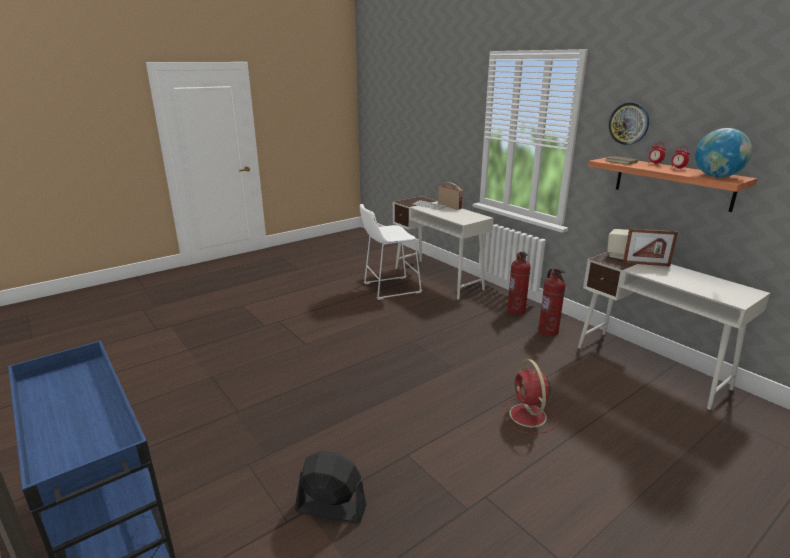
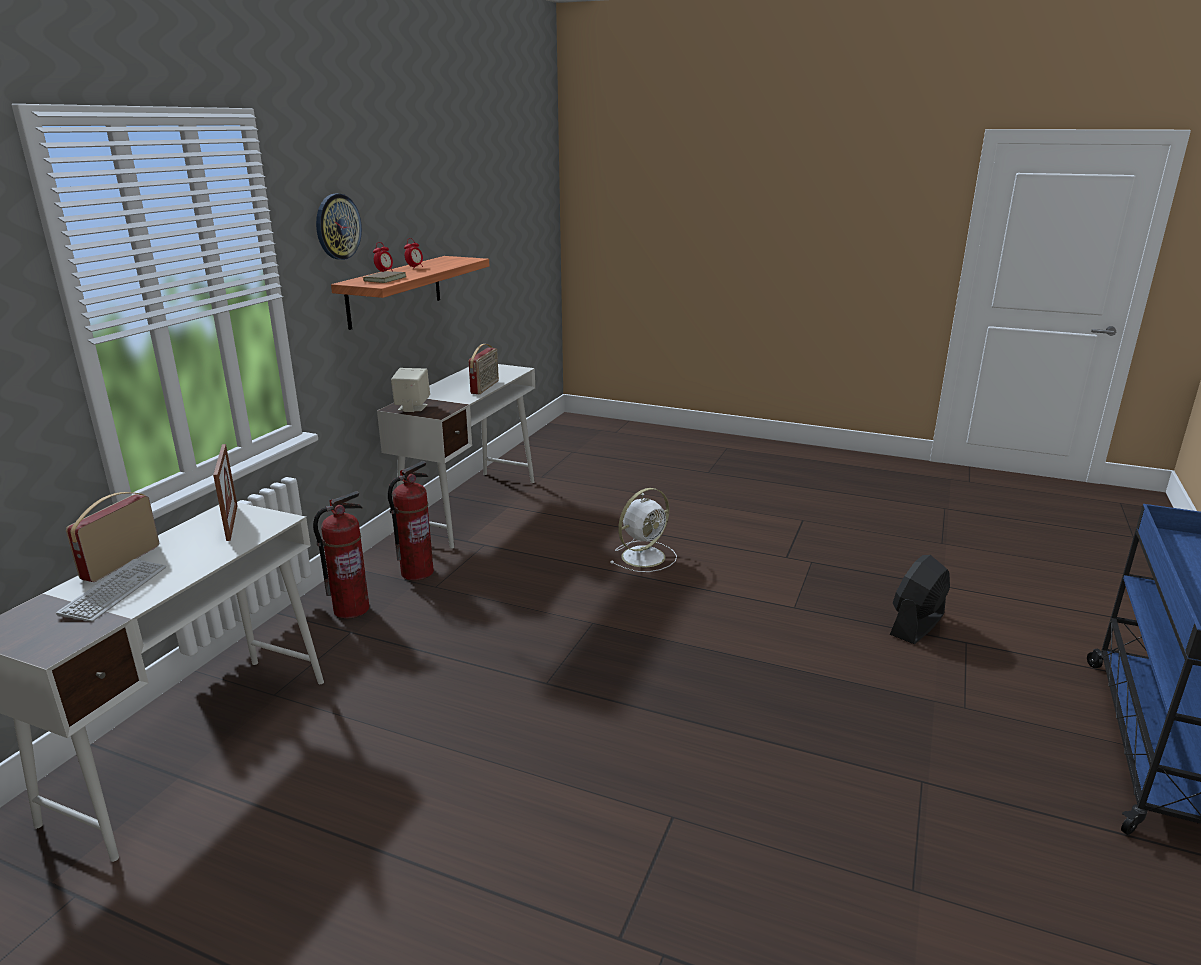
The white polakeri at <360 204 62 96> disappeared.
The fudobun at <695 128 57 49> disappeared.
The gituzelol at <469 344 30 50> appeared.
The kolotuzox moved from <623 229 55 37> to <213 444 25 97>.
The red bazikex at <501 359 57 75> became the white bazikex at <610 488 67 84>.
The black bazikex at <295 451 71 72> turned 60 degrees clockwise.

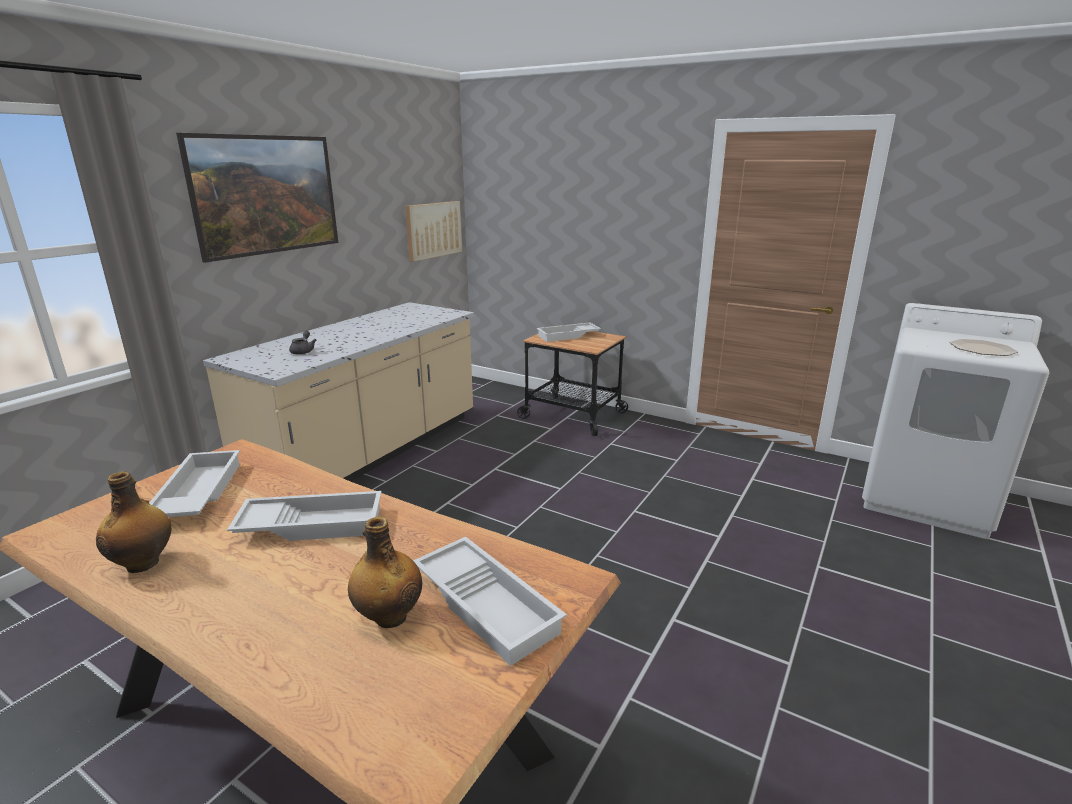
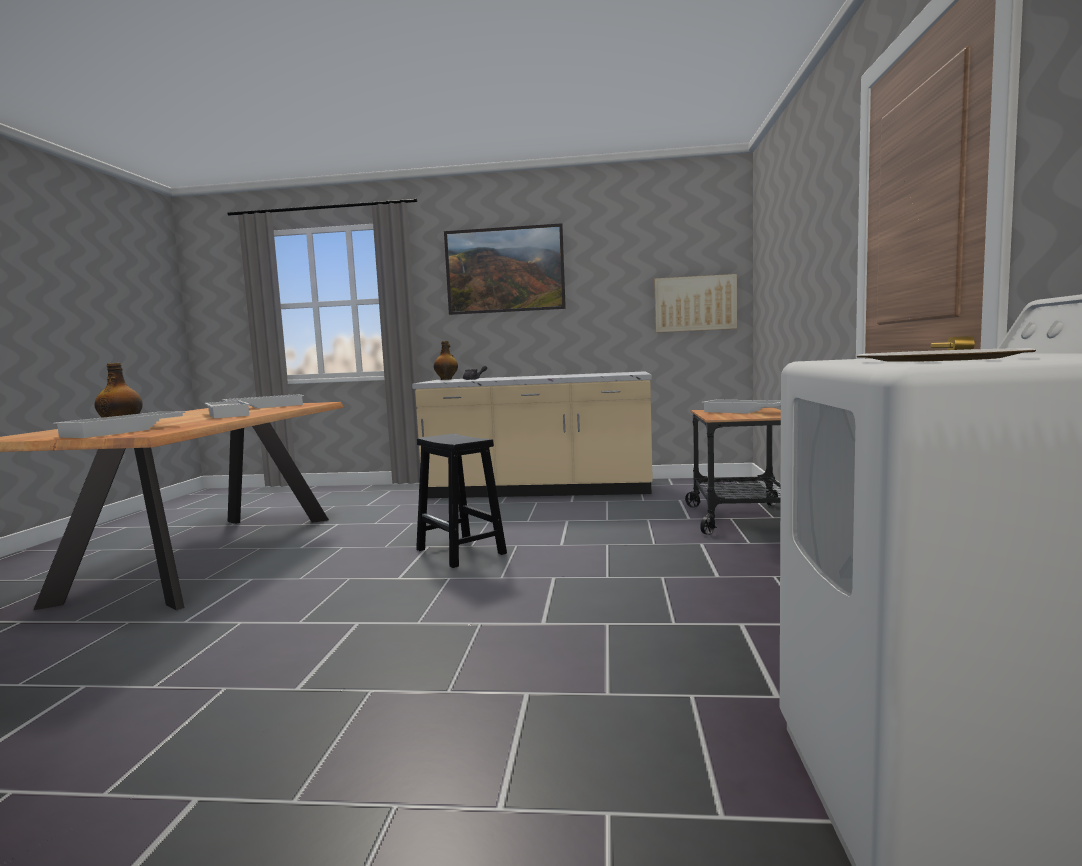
The black polakeri at <416 434 91 134> appeared.
The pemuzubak moved from <96 471 75 102> to <434 341 24 39>.

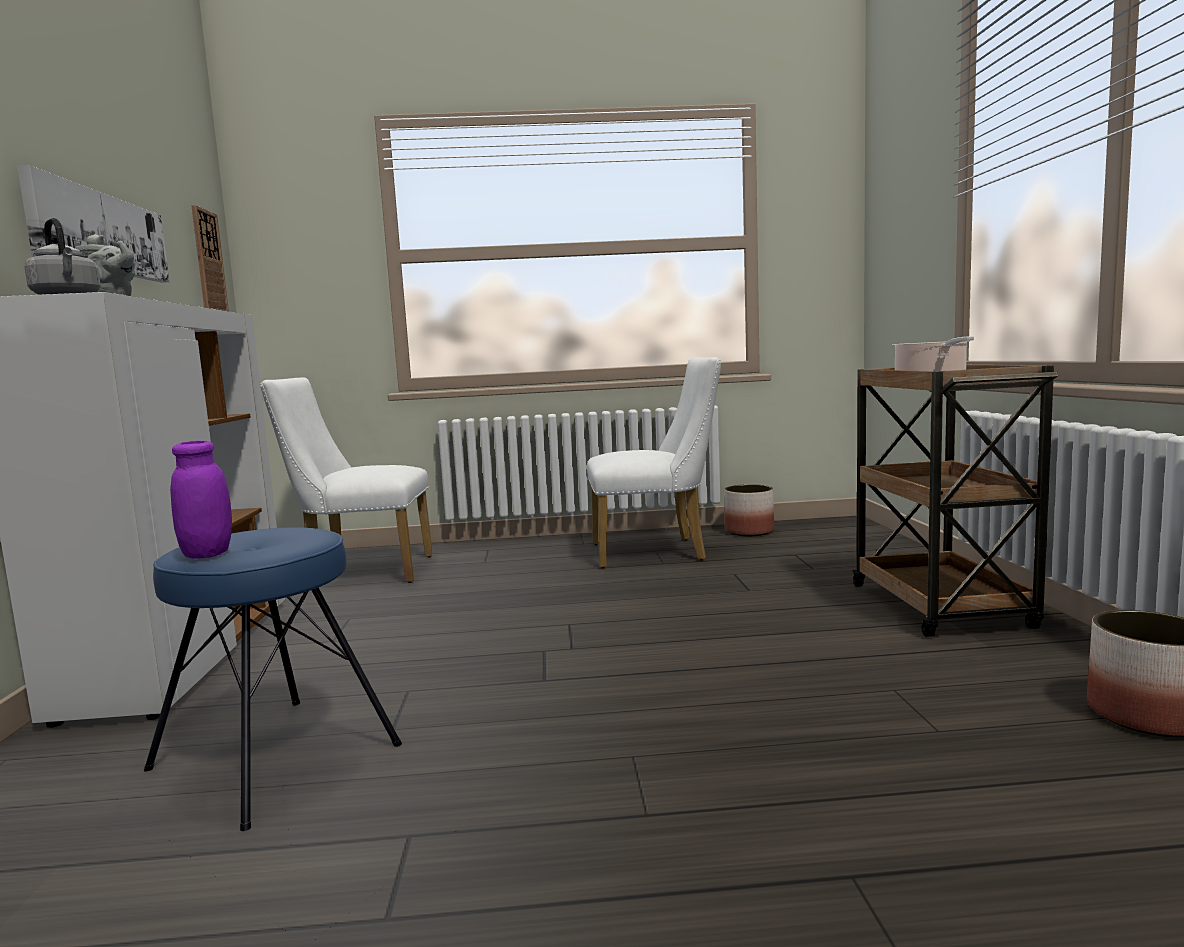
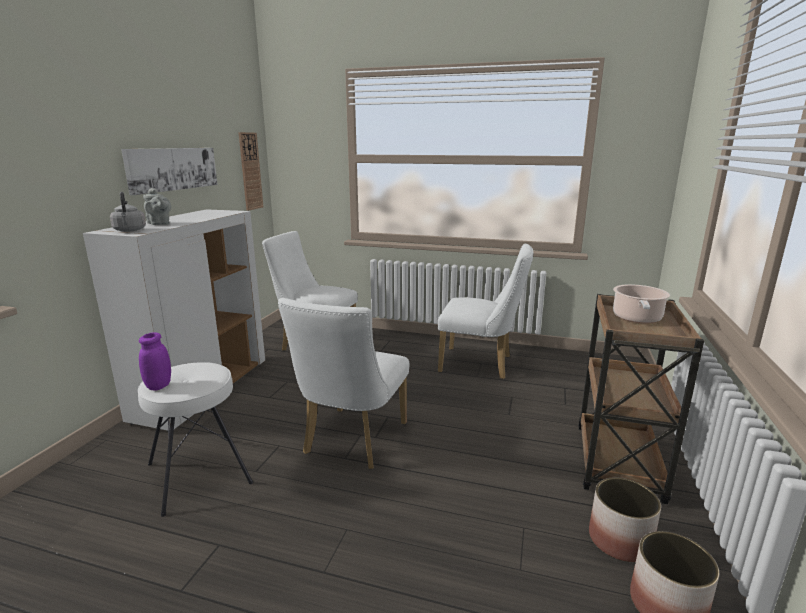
The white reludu at <278 298 131 171> appeared.
The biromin moved from <724 484 50 52> to <589 477 72 85>.
The blue polakeri at <144 527 258 304> became the white polakeri at <138 362 115 155>.

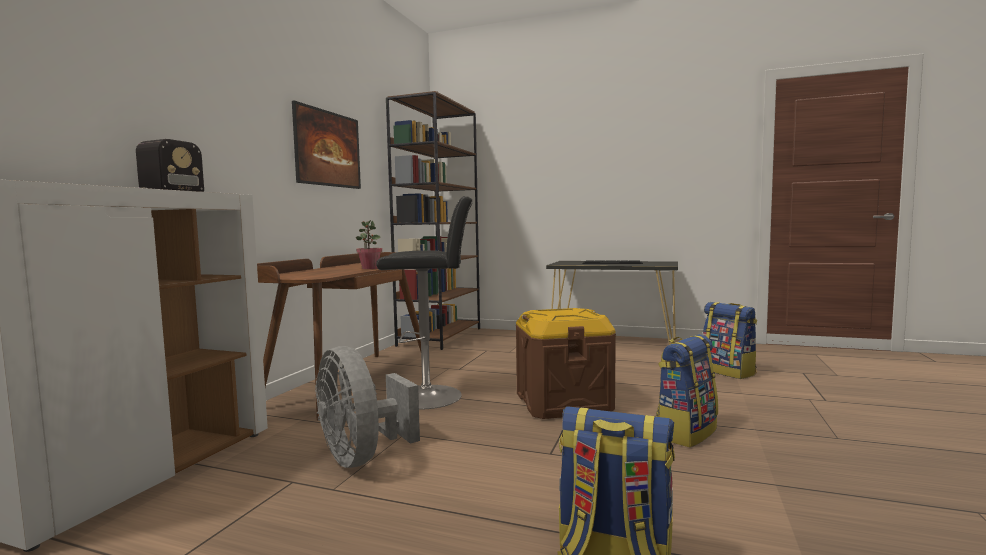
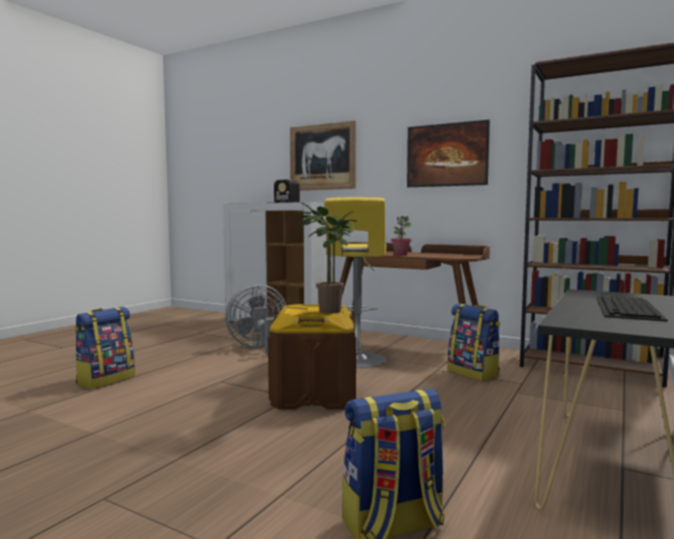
The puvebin at <290 121 66 69> appeared.
The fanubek at <295 202 62 112> appeared.
The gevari moved from <656 334 62 113> to <448 303 52 79>.
The black polakeri at <376 196 96 214> became the yellow polakeri at <325 197 62 171>.

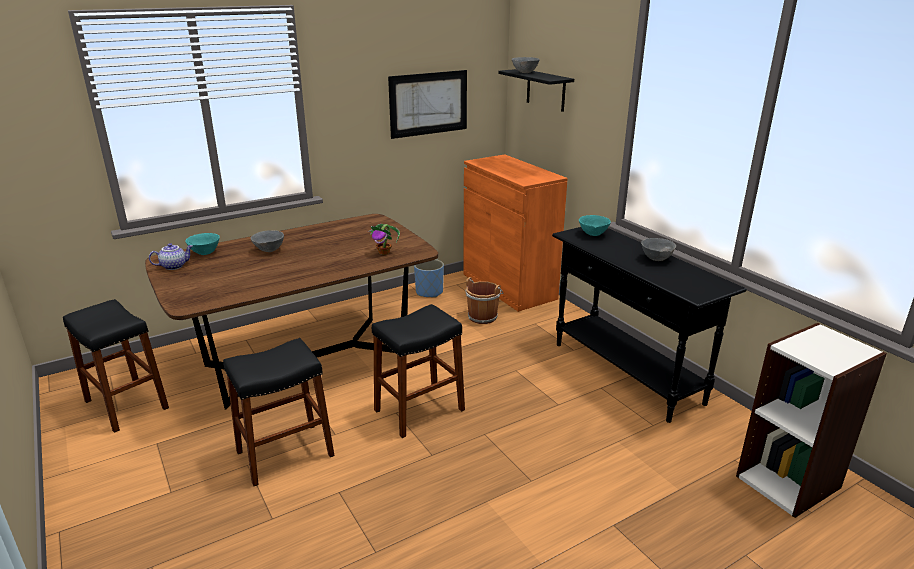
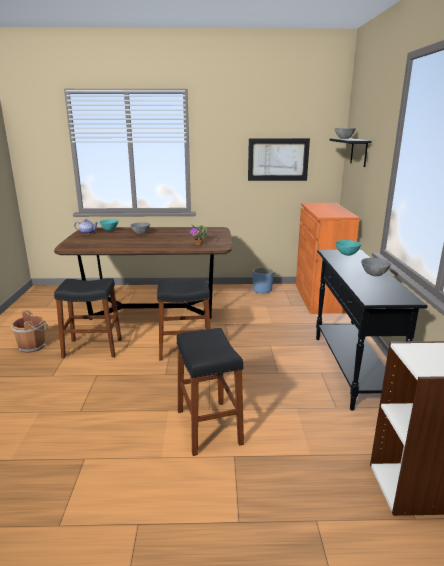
The black polakeri moved from <63 299 106 134> to <176 328 68 128>.
The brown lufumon moved from <465 277 38 47> to <11 310 38 43>.

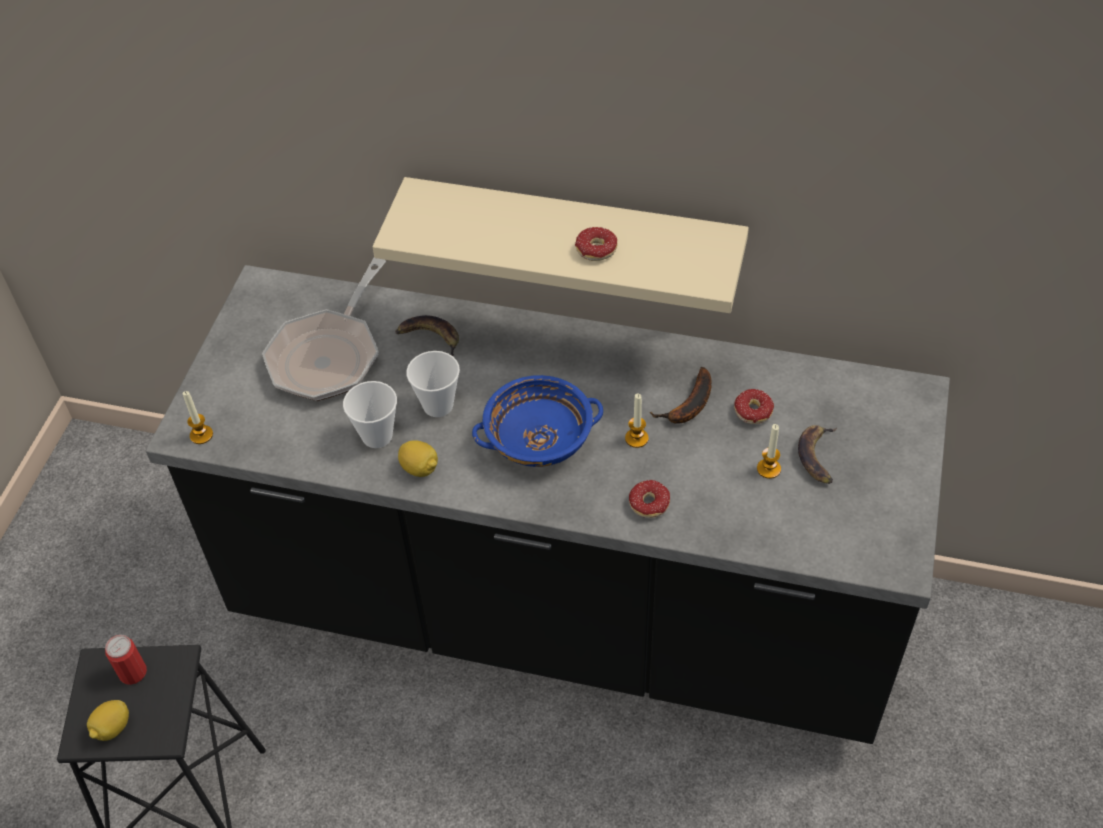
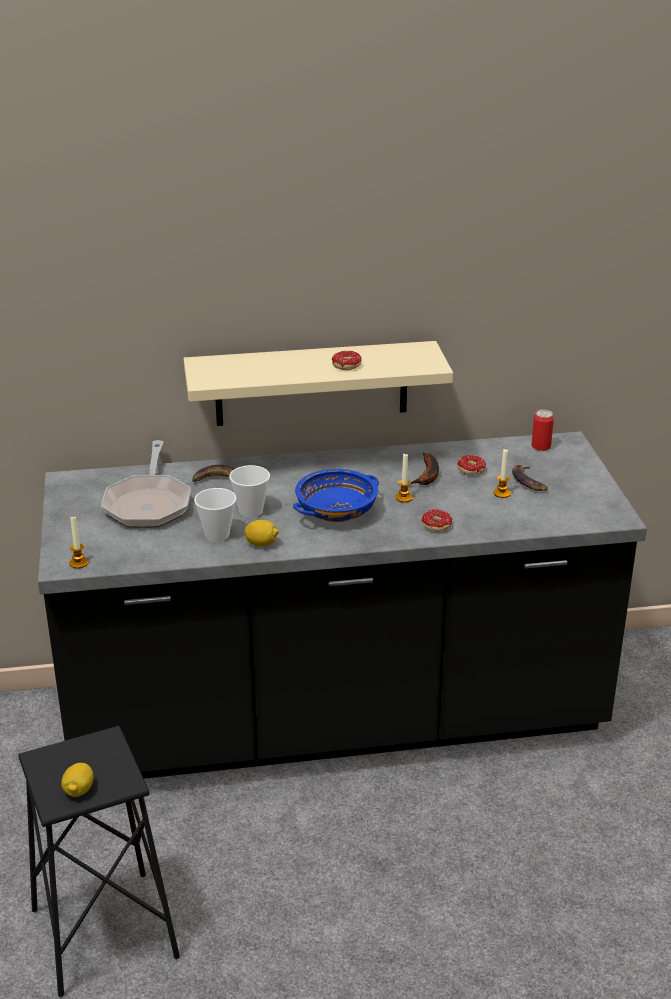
The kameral moved from <105 635 42 50> to <532 409 22 42>.

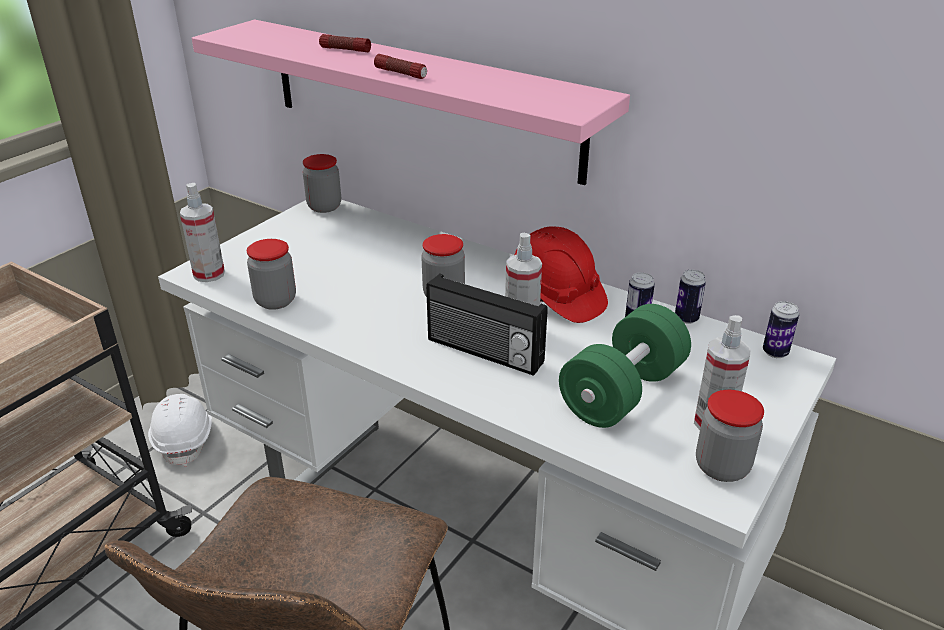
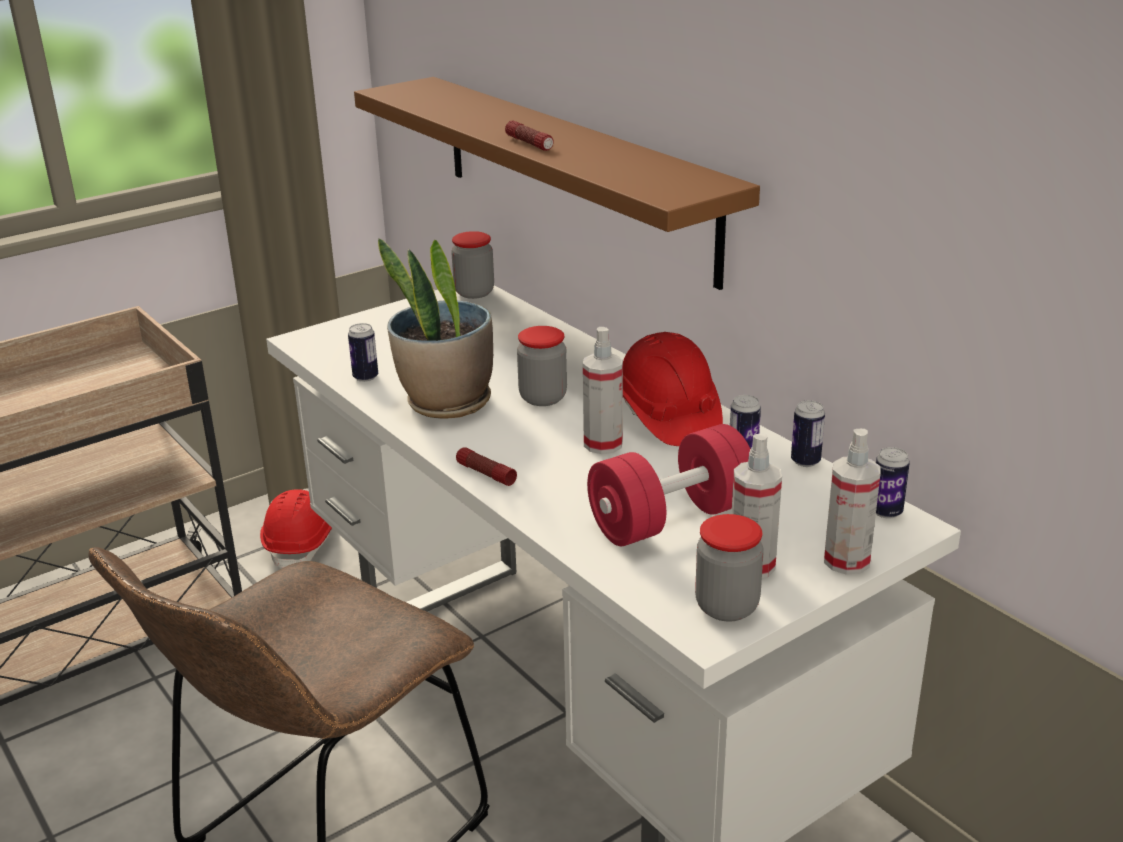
The gituzelol at <426 274 122 102> disappeared.
The fanubek at <378 238 115 181> appeared.
The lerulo moved from <180 183 45 99> to <824 429 57 146>.
The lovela moved from <319 34 52 18> to <456 447 61 39>.
The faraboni at <247 239 49 71> was replaced by the kameral at <348 323 30 59>.
The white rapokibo at <148 394 64 73> became the red rapokibo at <260 489 72 79>.
The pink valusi at <192 20 438 165> became the brown valusi at <354 77 406 213>.
The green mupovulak at <559 304 132 124> became the red mupovulak at <587 424 163 122>.

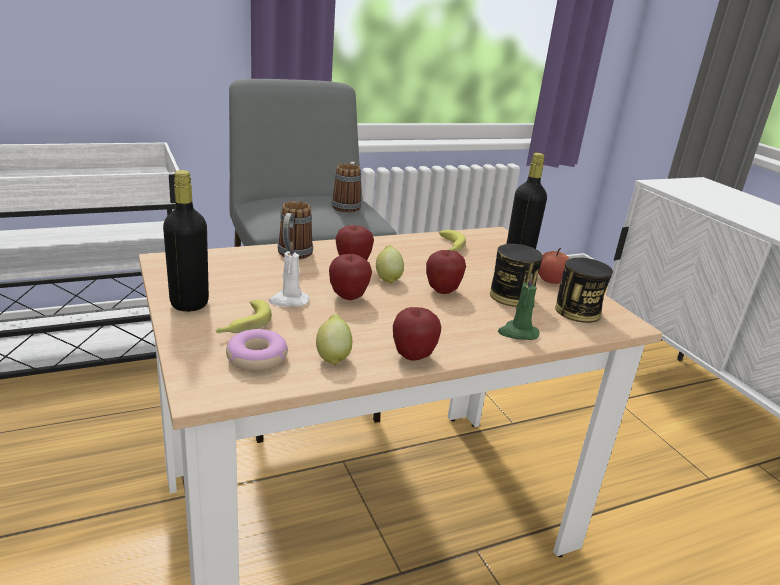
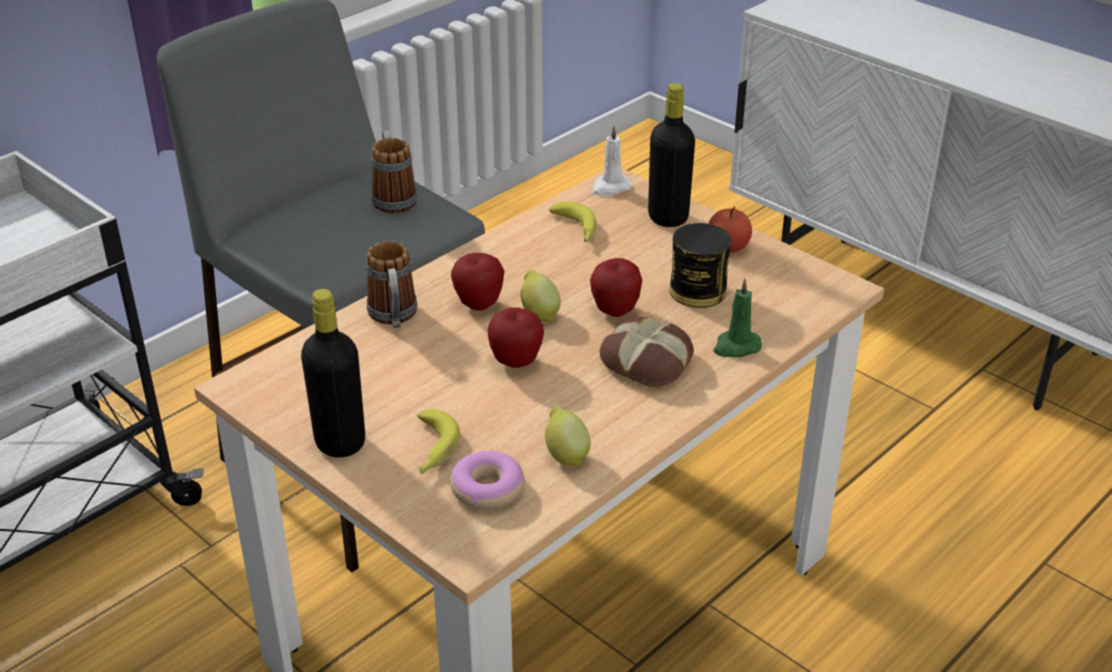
The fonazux at <393 307 48 54> disappeared.
The kameral at <555 257 58 66> disappeared.
The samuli at <600 317 94 70> appeared.
The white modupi moved from <269 241 40 66> to <592 125 40 71>.

